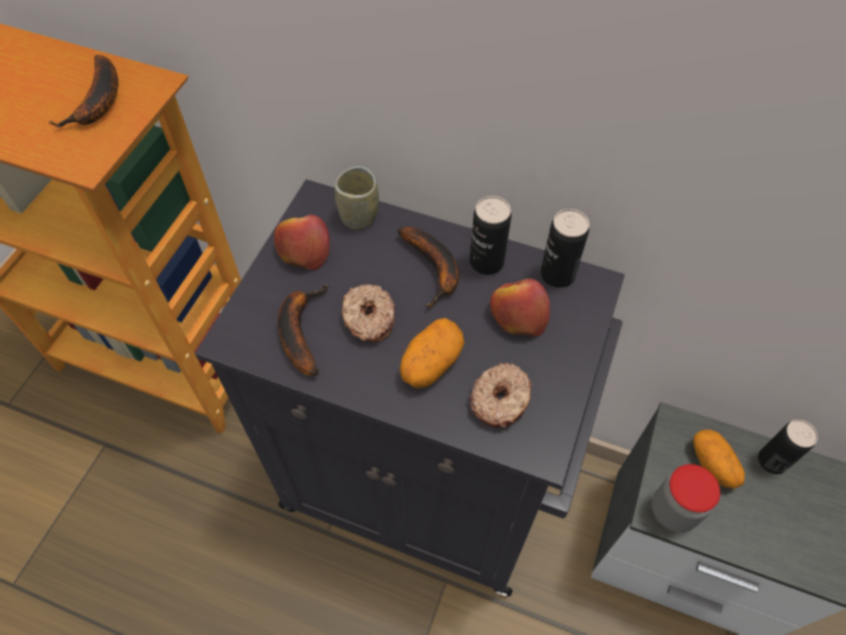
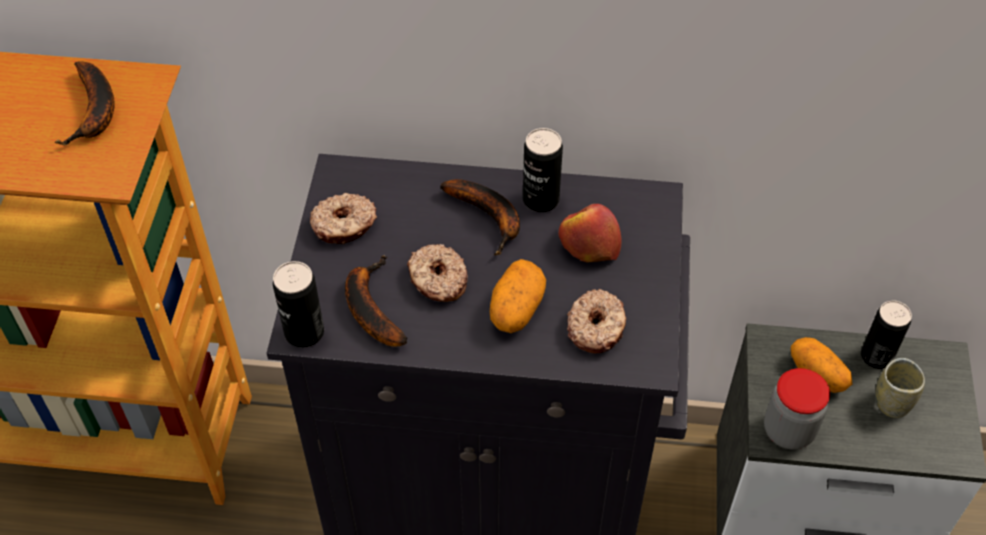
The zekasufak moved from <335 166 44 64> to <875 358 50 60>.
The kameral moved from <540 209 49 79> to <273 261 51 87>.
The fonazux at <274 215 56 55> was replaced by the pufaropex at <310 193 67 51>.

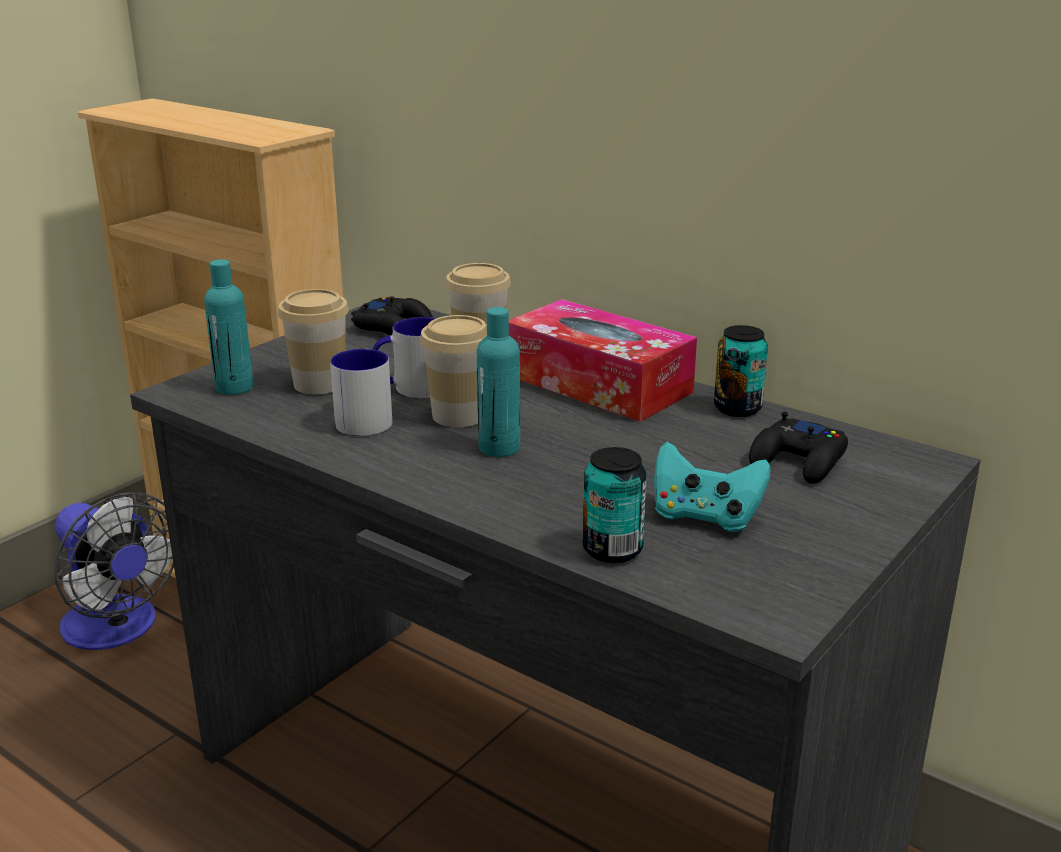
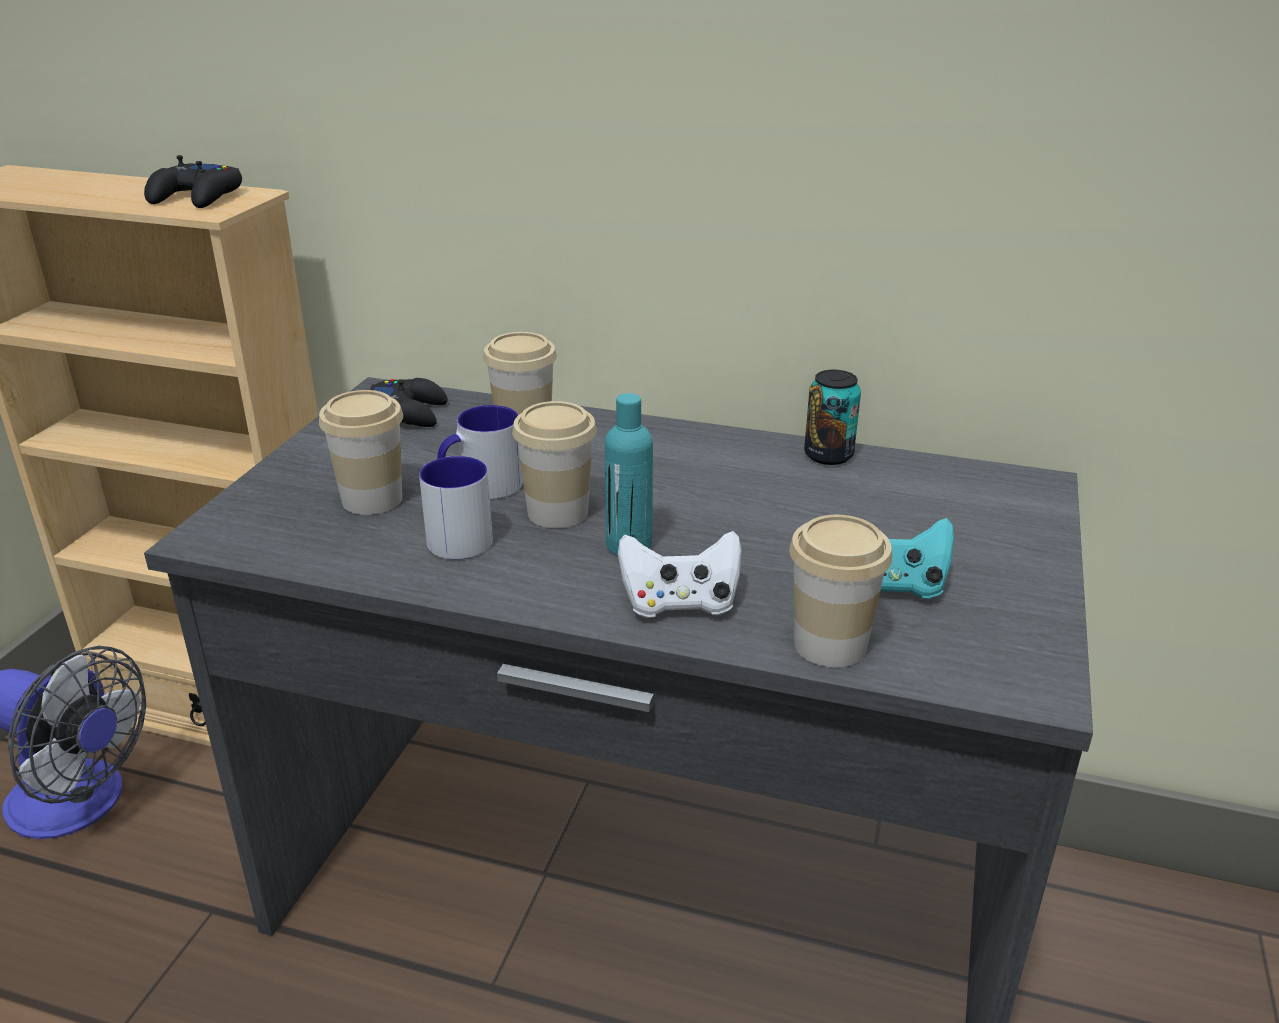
The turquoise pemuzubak at <204 259 49 136> disappeared.
The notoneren at <509 299 188 123> disappeared.
The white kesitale at <618 531 124 87> appeared.
The black kesitale moved from <749 412 99 72> to <144 155 98 53>.
The kameral at <583 447 64 116> was replaced by the zekasufak at <789 515 103 152>.

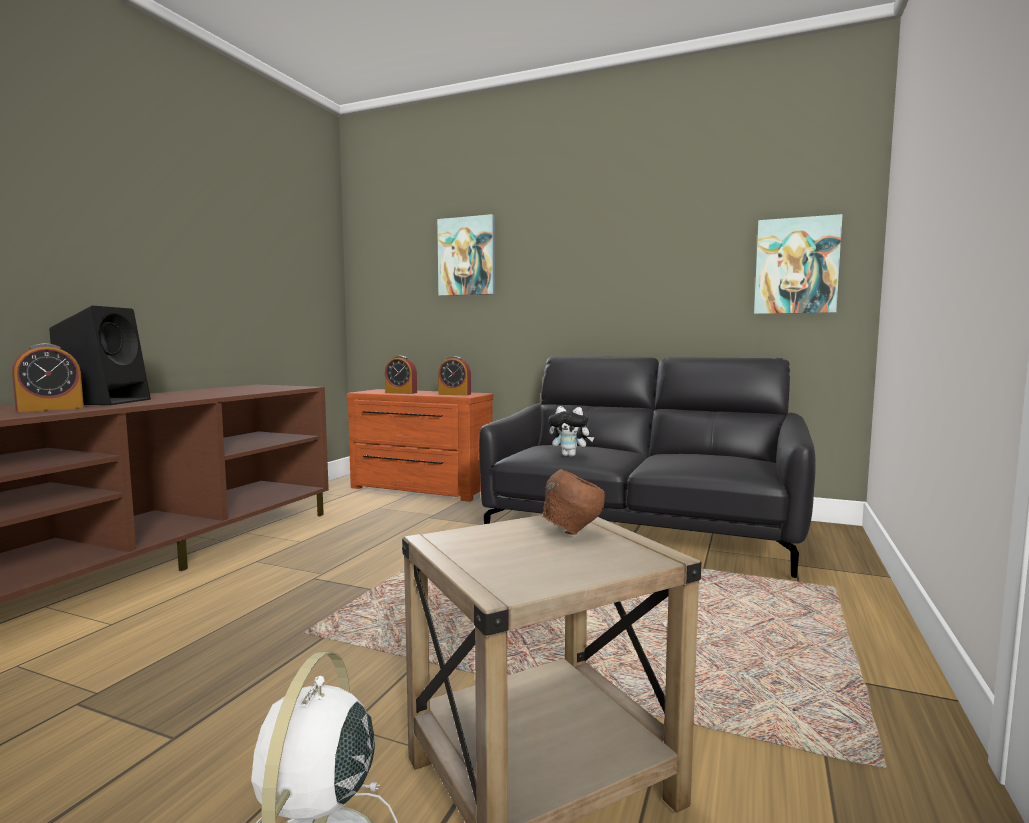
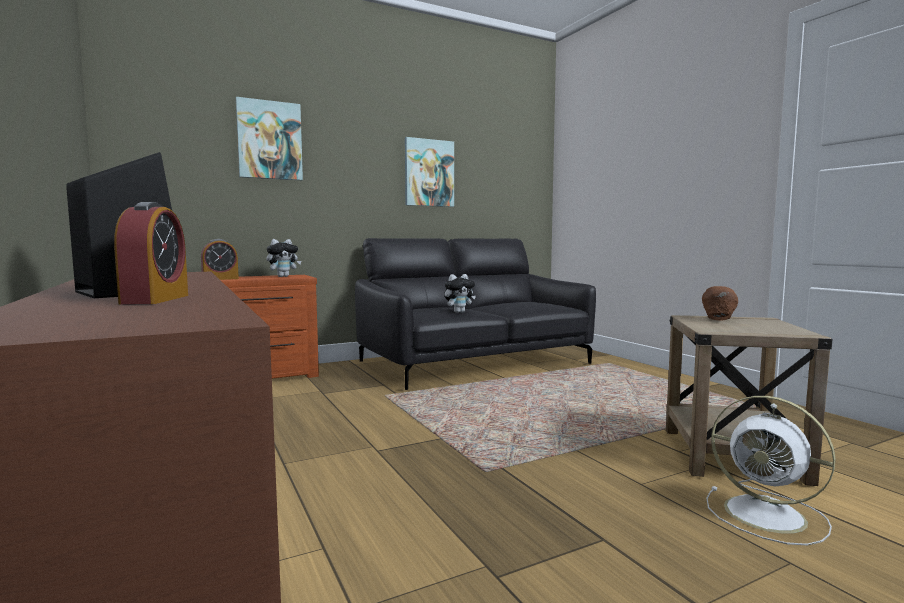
The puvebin moved from <754 214 89 100> to <405 137 49 70>.
The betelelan at <438 356 33 39> was replaced by the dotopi at <266 239 35 38>.

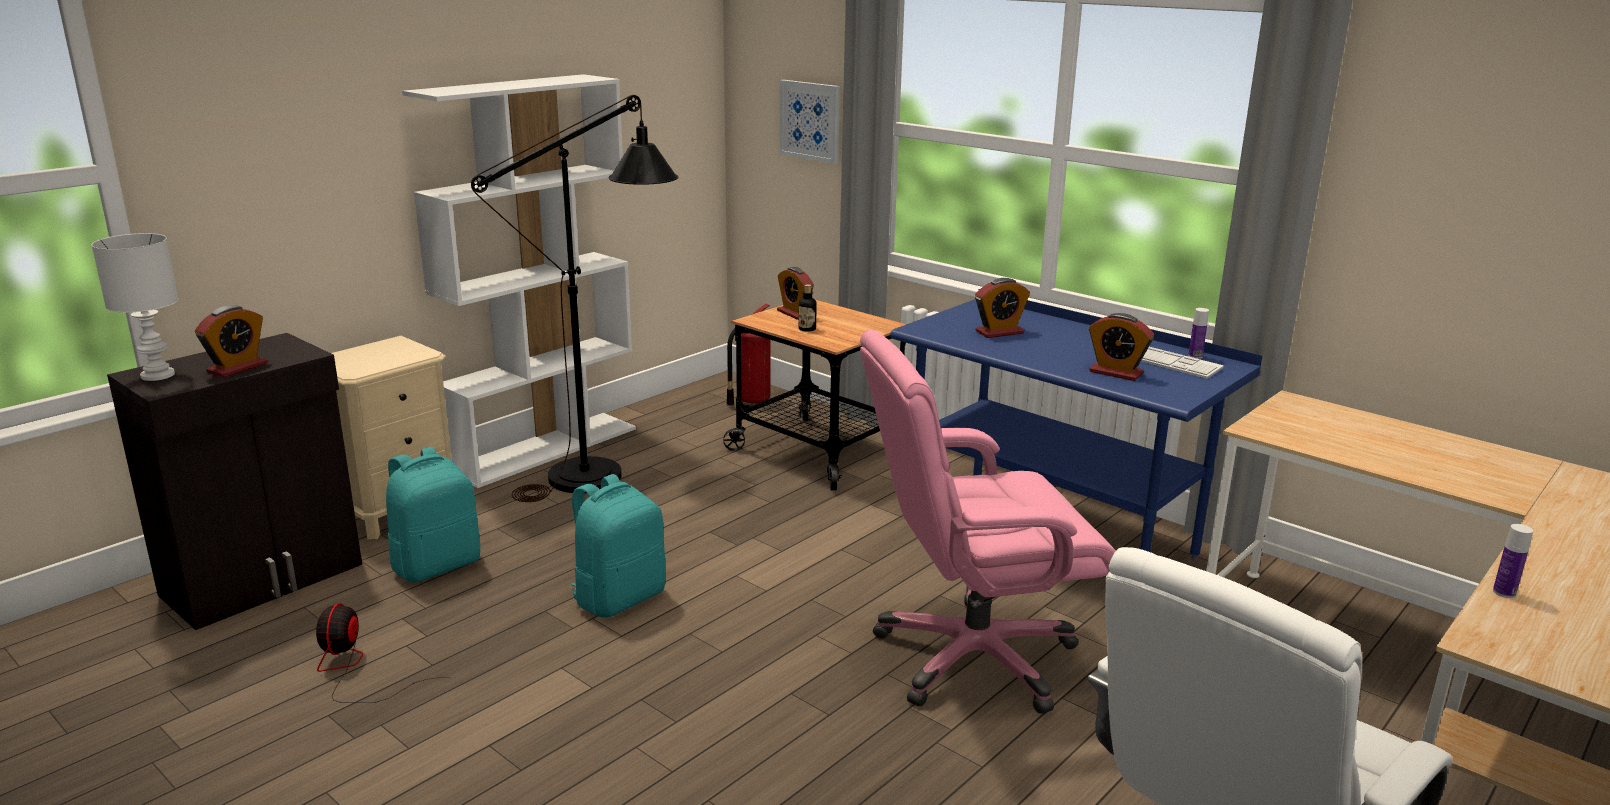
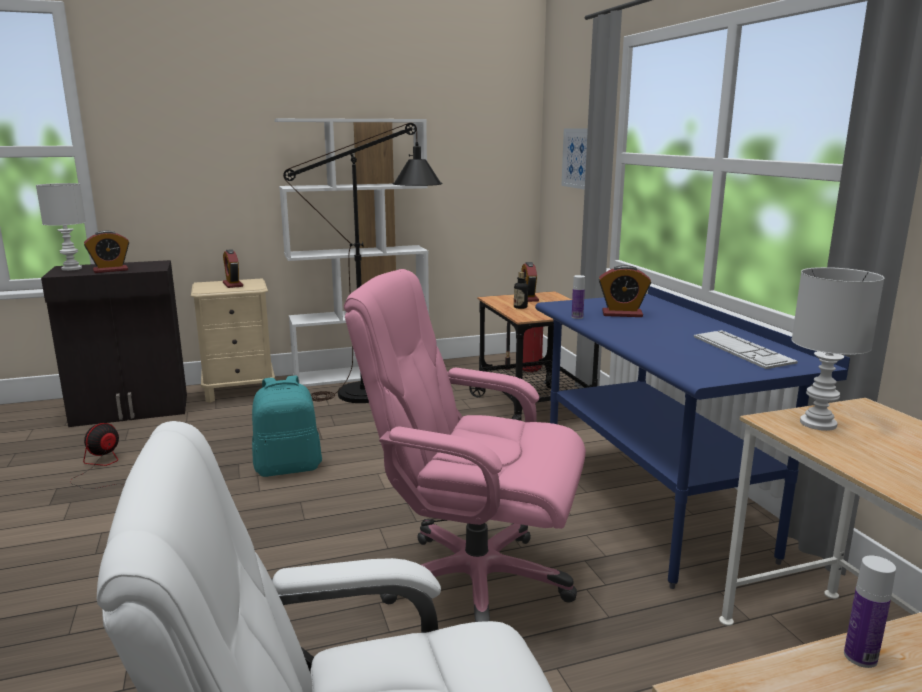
The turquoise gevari at <386 447 94 135> disappeared.
The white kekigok at <792 267 92 164> appeared.
The betelelan moved from <1089 313 65 68> to <223 249 20 39>.
The pemuzubak moved from <1188 308 21 51> to <572 275 13 44>.

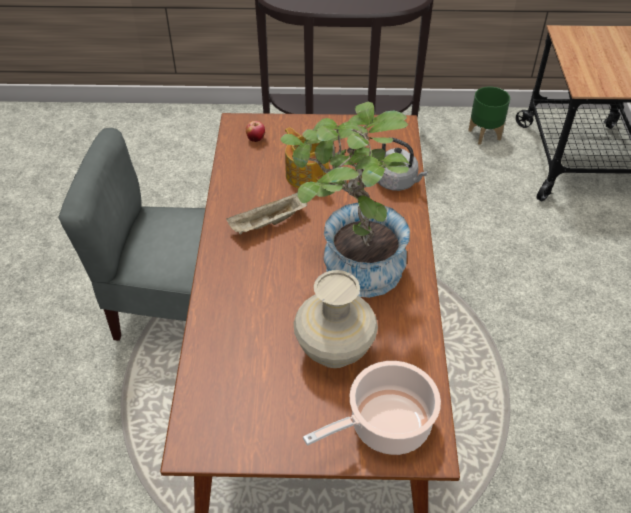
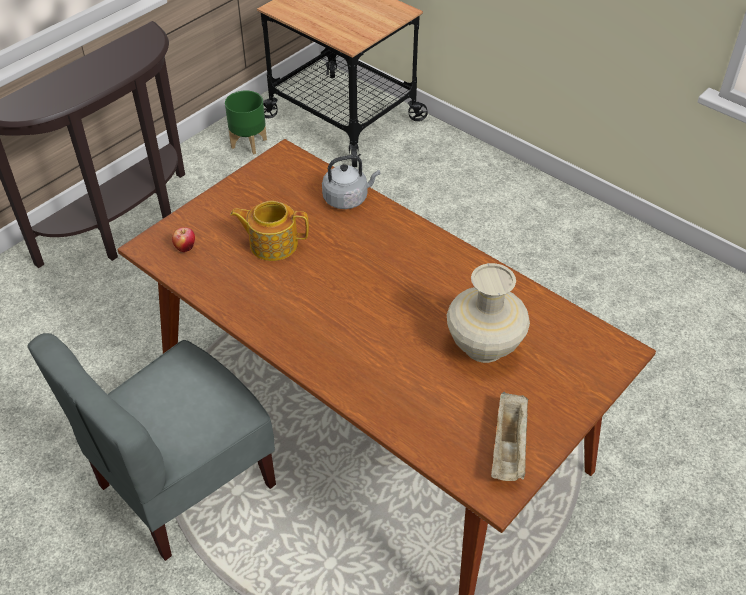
The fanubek at <281 102 129 196> disappeared.
The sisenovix at <303 361 138 94> disappeared.
The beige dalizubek moved from <226 191 81 44> to <491 392 37 89>.

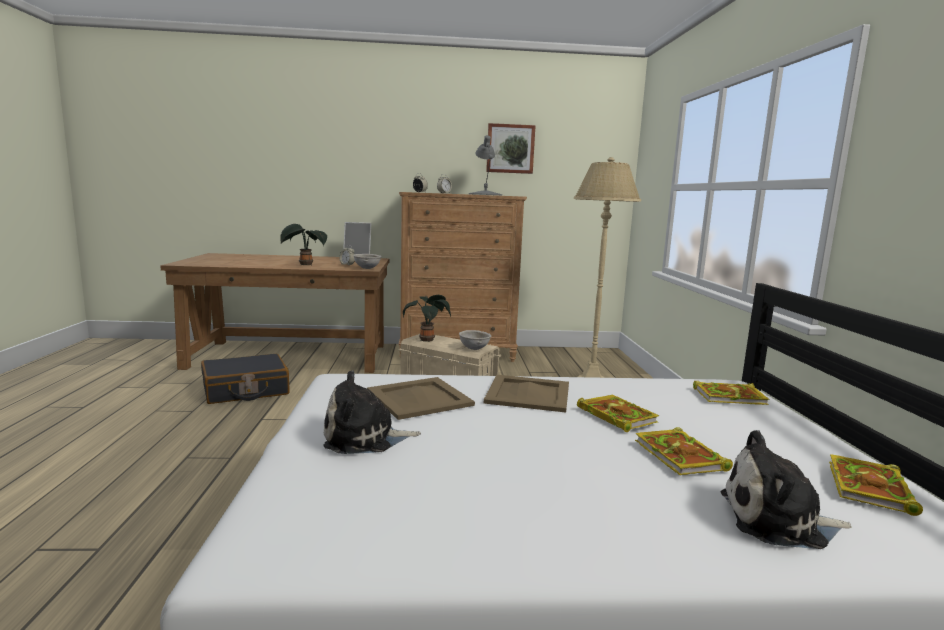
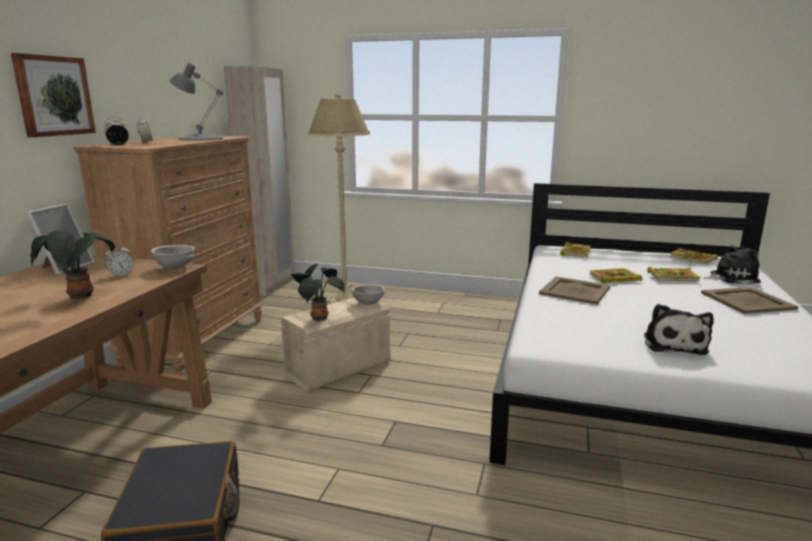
The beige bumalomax at <224 66 71 230> appeared.
The beige dalizubek moved from <367 377 108 43> to <701 287 98 27>.
The puvebin moved from <486 123 50 51> to <11 53 85 84>.
The dotopi at <721 430 131 119> turned 120 degrees counterclockwise.

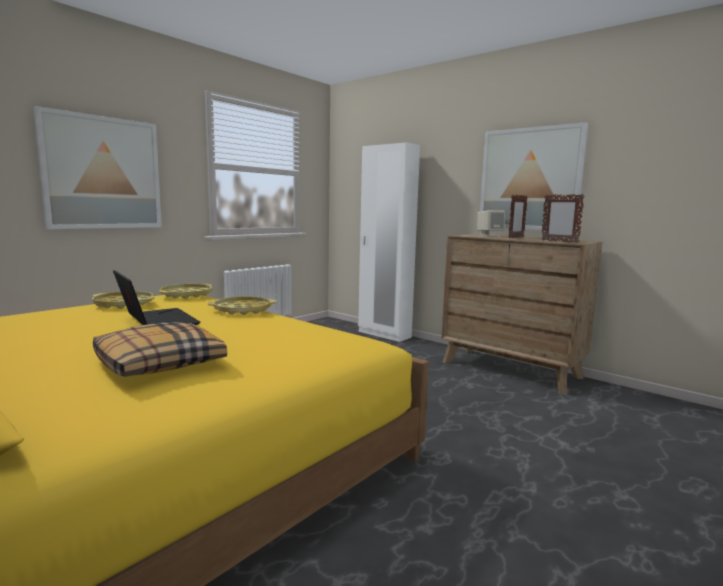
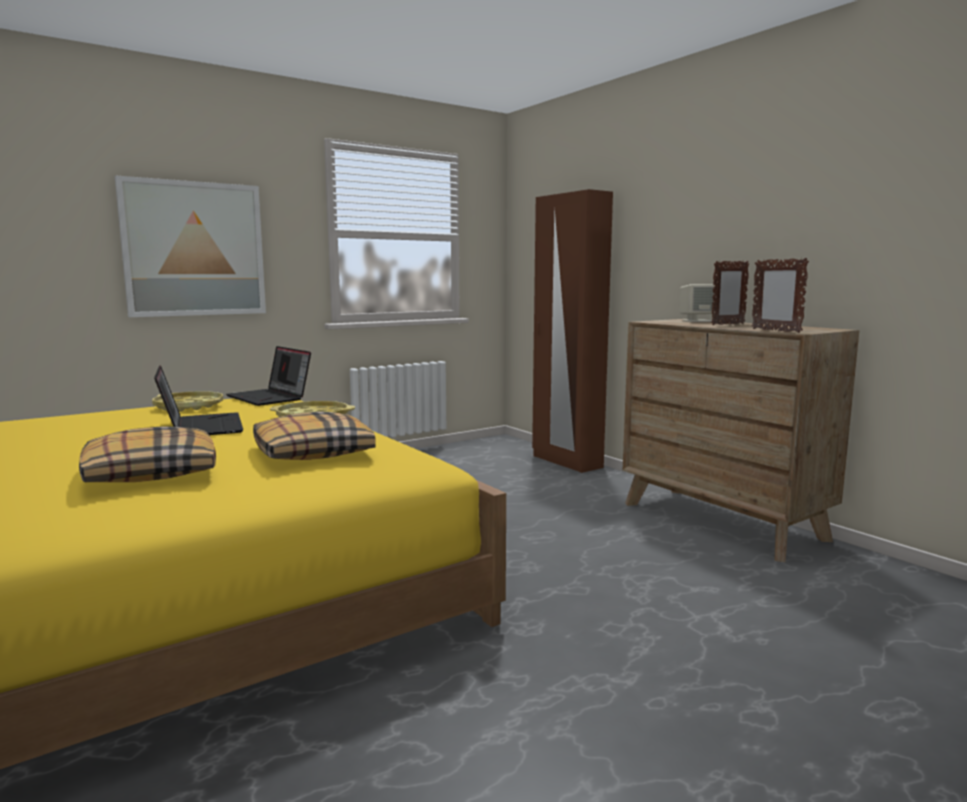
The puvebin at <480 122 108 110> disappeared.
The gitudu at <253 412 123 48> appeared.
The yellow dalizubek at <159 284 53 15> was replaced by the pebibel at <226 346 85 60>.
The white bumalomax at <358 142 62 200> became the brown bumalomax at <532 189 81 284>.

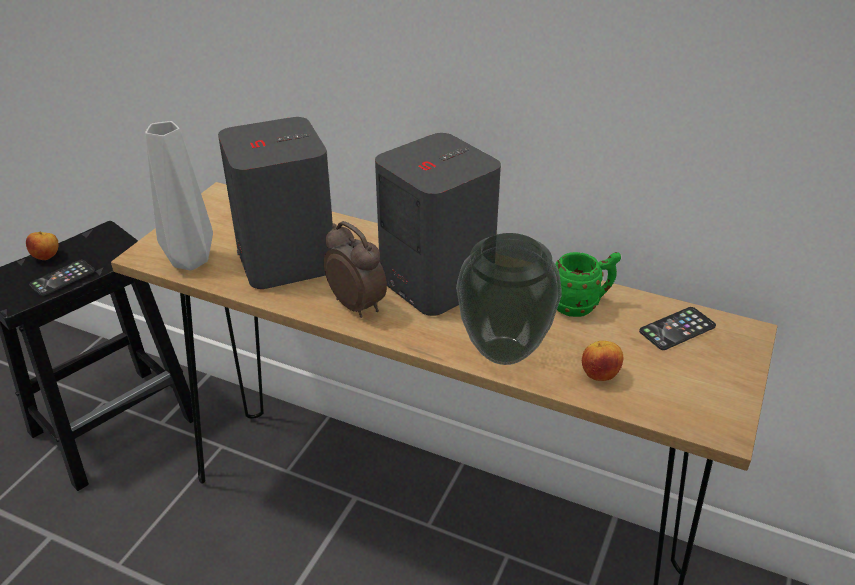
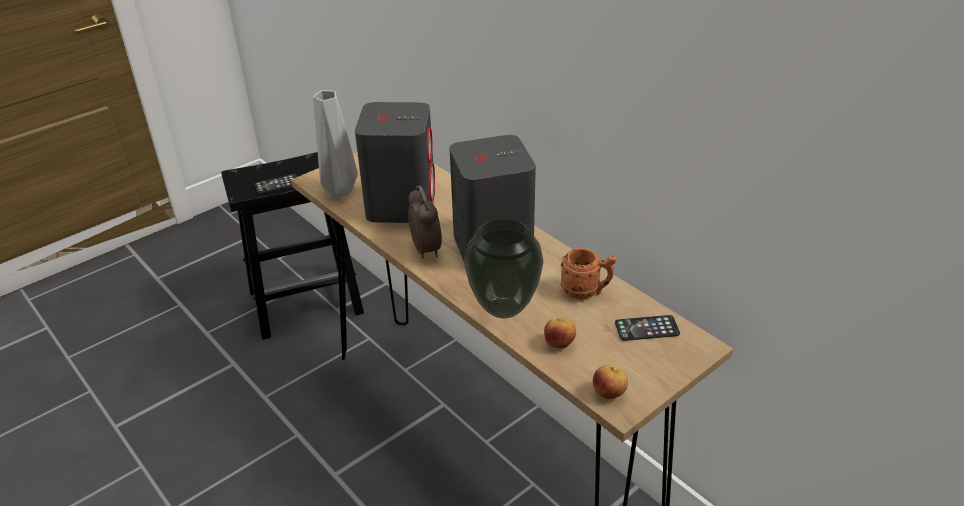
The fonazux moved from <26 232 32 28> to <593 365 35 34>.
The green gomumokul at <555 252 66 65> became the orange gomumokul at <561 248 56 51>.

